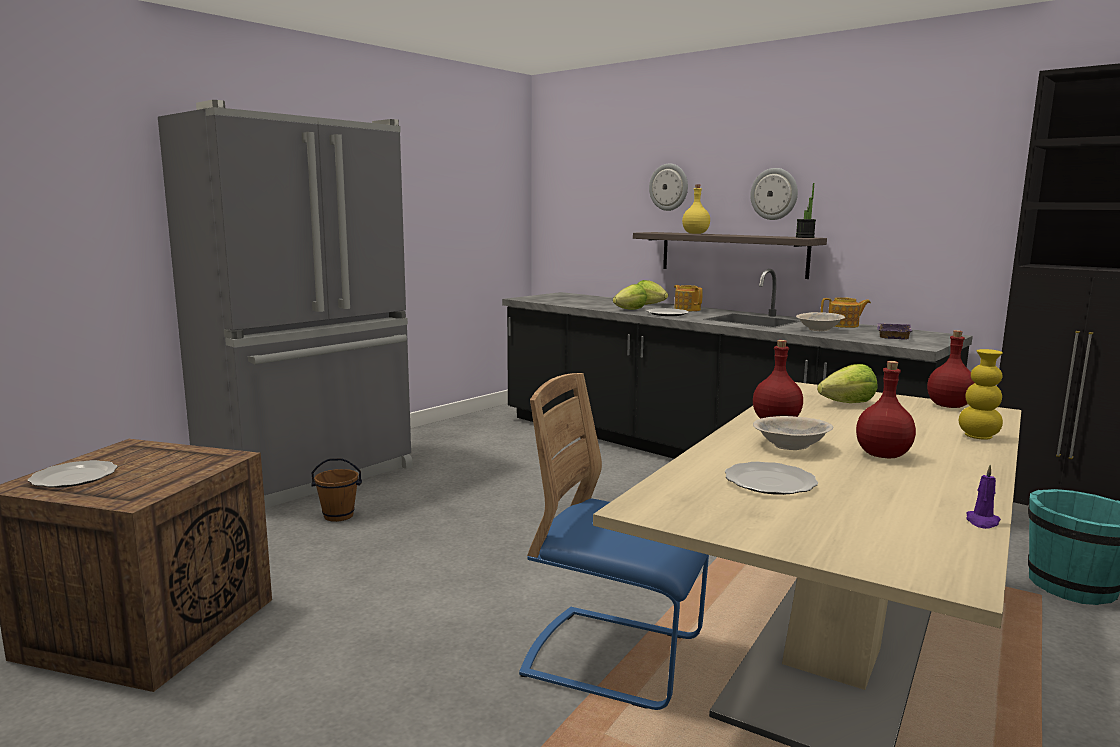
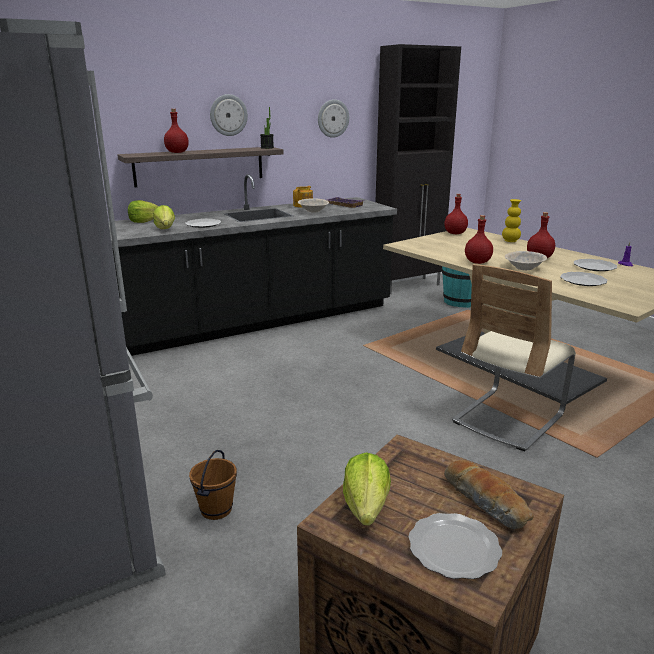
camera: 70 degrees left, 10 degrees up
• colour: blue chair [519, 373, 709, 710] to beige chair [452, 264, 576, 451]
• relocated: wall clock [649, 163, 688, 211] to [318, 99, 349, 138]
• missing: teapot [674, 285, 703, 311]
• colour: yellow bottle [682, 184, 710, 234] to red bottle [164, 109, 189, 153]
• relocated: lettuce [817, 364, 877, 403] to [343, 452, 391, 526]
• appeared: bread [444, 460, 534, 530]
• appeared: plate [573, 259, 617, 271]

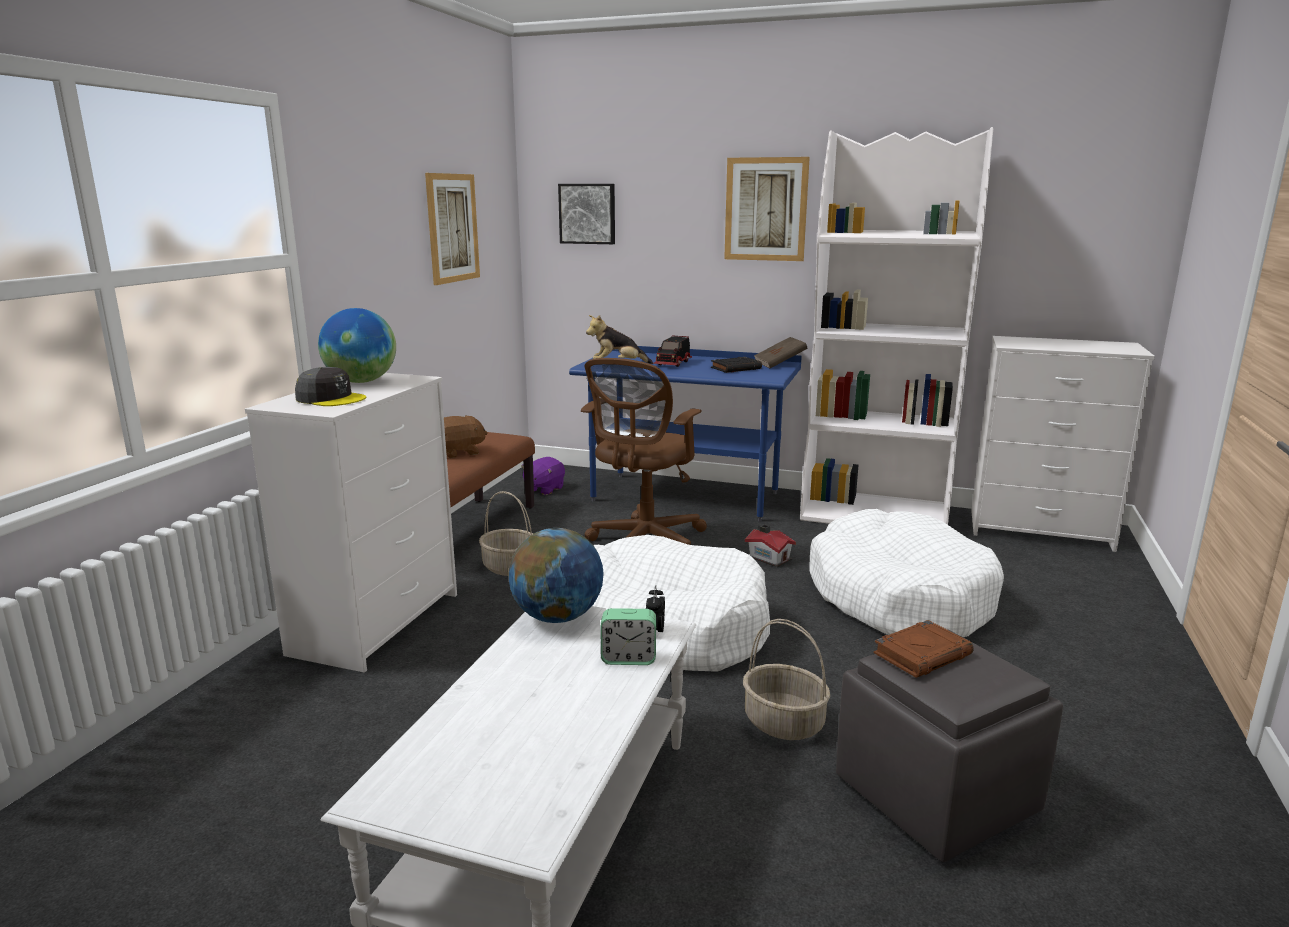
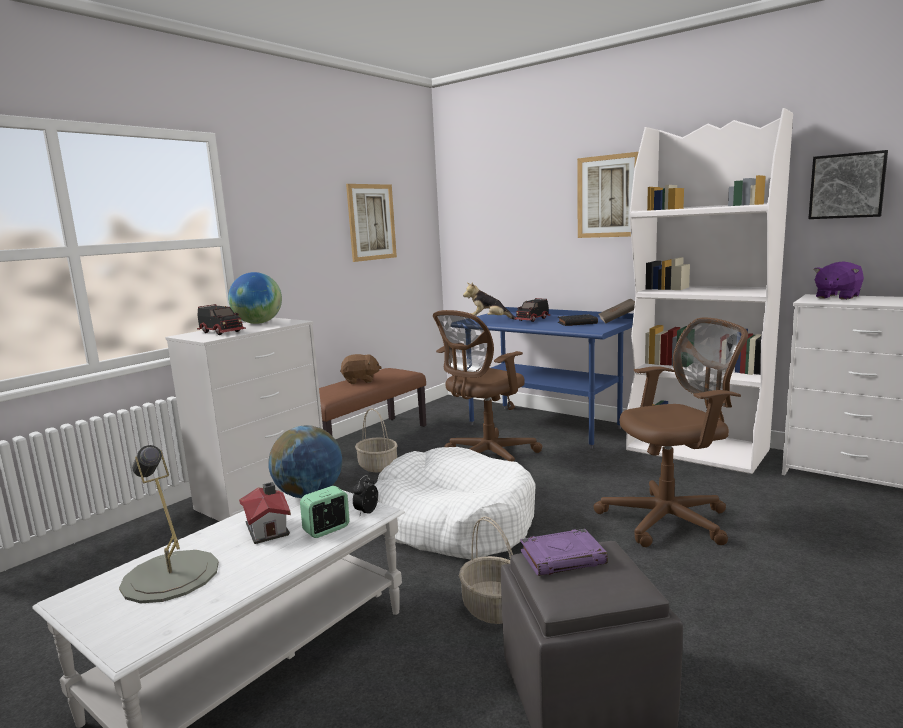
camera: 20 degrees right, 5 degrees down
• exchanged: grey cap [295, 367, 367, 406] to toy truck [197, 304, 246, 335]
• relocated: purple plush toy [521, 457, 565, 495] to [813, 261, 864, 300]
• relocated: picture [558, 184, 615, 244] to [808, 150, 888, 219]
• spun: alarm clock [600, 608, 656, 665] = [300, 486, 350, 538] 120 degrees clockwise
• relocated: toy house [745, 524, 796, 567] to [239, 482, 291, 544]
• exchanged: white dog bed [810, 509, 1004, 637] to brown office chair [594, 317, 748, 547]
• colour: brown book [874, 620, 973, 678] to purple book [520, 529, 608, 576]
• appeared: grey table lamp [119, 445, 219, 603]

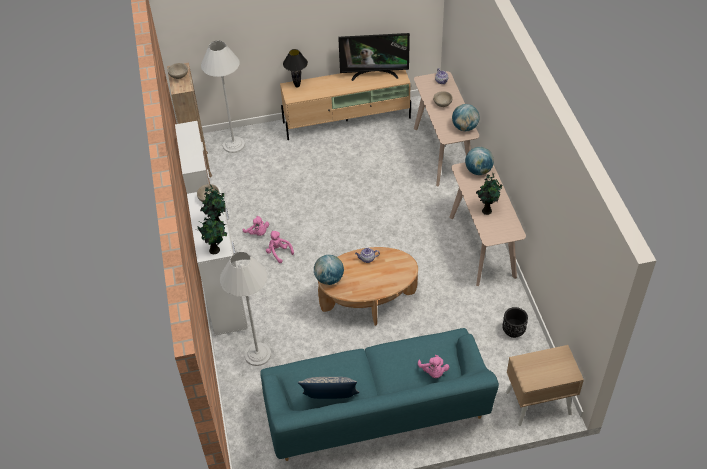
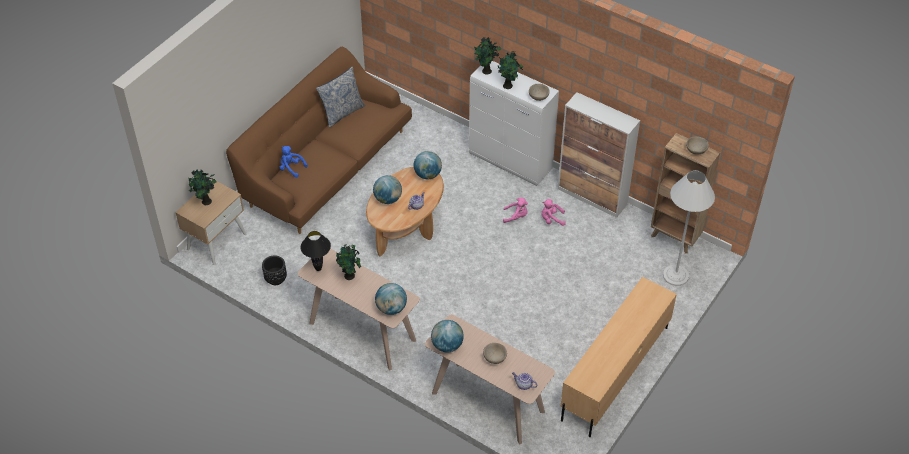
camera: 135 degrees right, 0 degrees up
• missing: white floor lamp [220, 252, 271, 366]
• colour: turquoise sofa [260, 328, 499, 461] to brown sofa [226, 47, 412, 234]
• relocated: black table lamp [283, 49, 308, 87] to [301, 231, 331, 271]
• missing: television [338, 33, 410, 81]
• colour: pink plush toy [418, 355, 449, 378] to blue plush toy [279, 146, 307, 178]
• appeared: potted plant [189, 169, 216, 205]
• appeared: globe [373, 175, 402, 204]

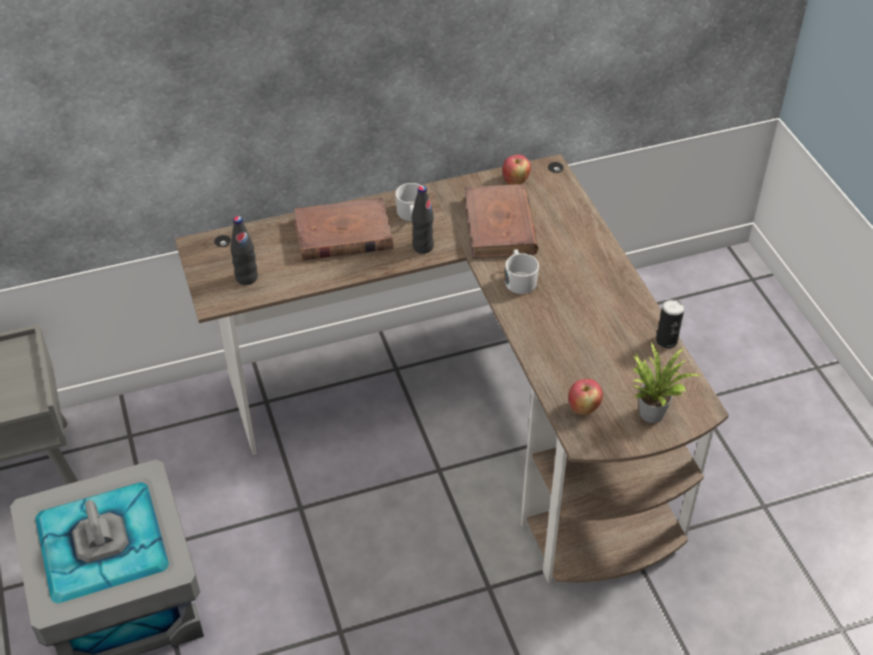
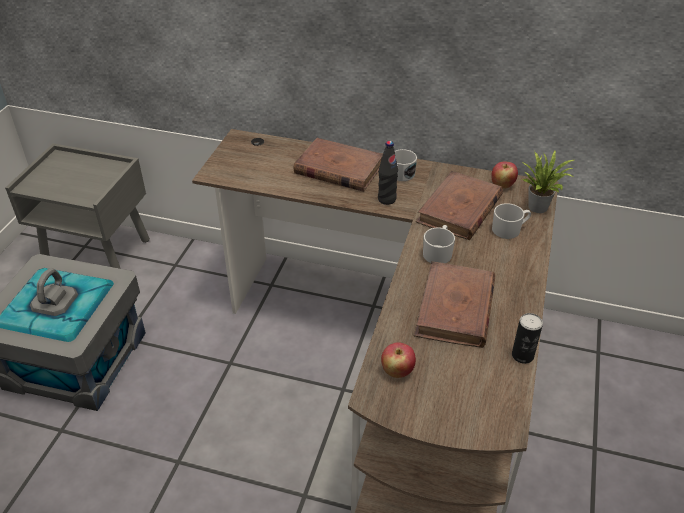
camera: 35 degrees right, 5 degrees down
• missing: black bottle [231, 216, 258, 285]
• relocated: potted plant [632, 343, 701, 423] to [521, 150, 574, 213]
• appeared: brown book [414, 261, 495, 348]
• appeared: white mug [492, 203, 531, 239]

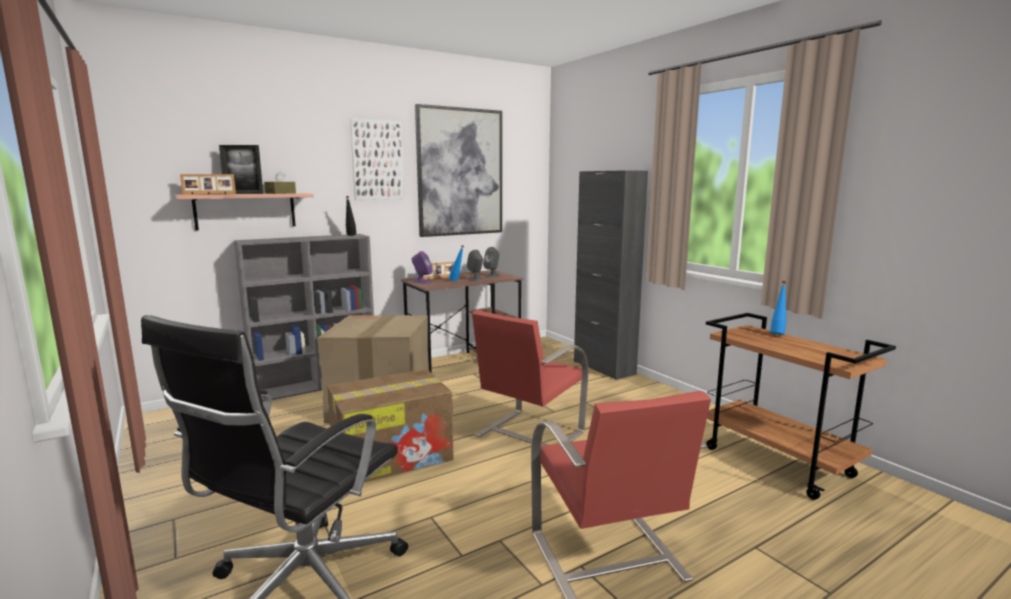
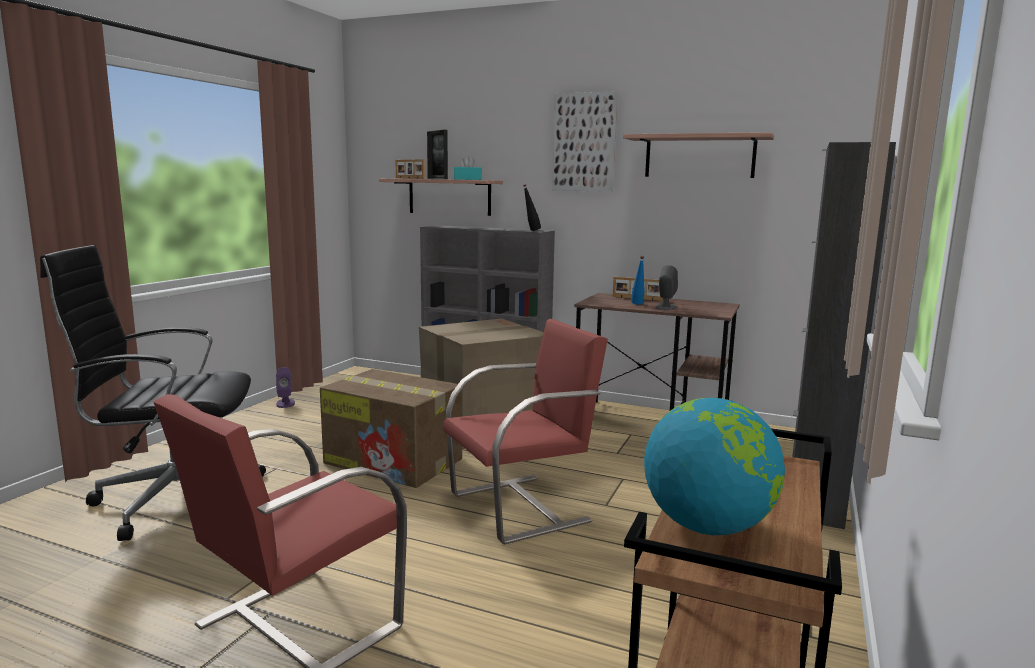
camera: 55 degrees right, 0 degrees up
• colour: brown tissue box [264, 170, 296, 194] to turquoise tissue box [453, 155, 482, 180]
• relocated: purple speaker [411, 251, 433, 283] to [276, 367, 295, 408]
• exchanged: picture [415, 104, 502, 237] to shelf [623, 132, 774, 178]
• spun: red chair [472, 310, 589, 446] = [443, 319, 608, 545] 150 degrees clockwise
• missing: grey speaker [483, 247, 500, 277]
• missing: blue bottle [770, 281, 786, 335]
• appeared: globe [644, 398, 785, 535]

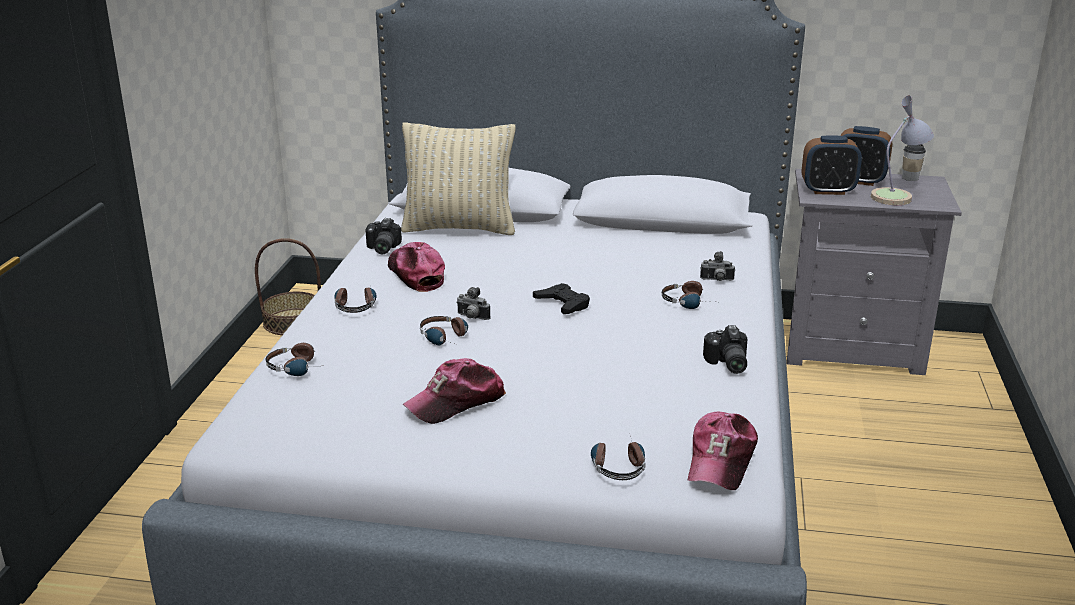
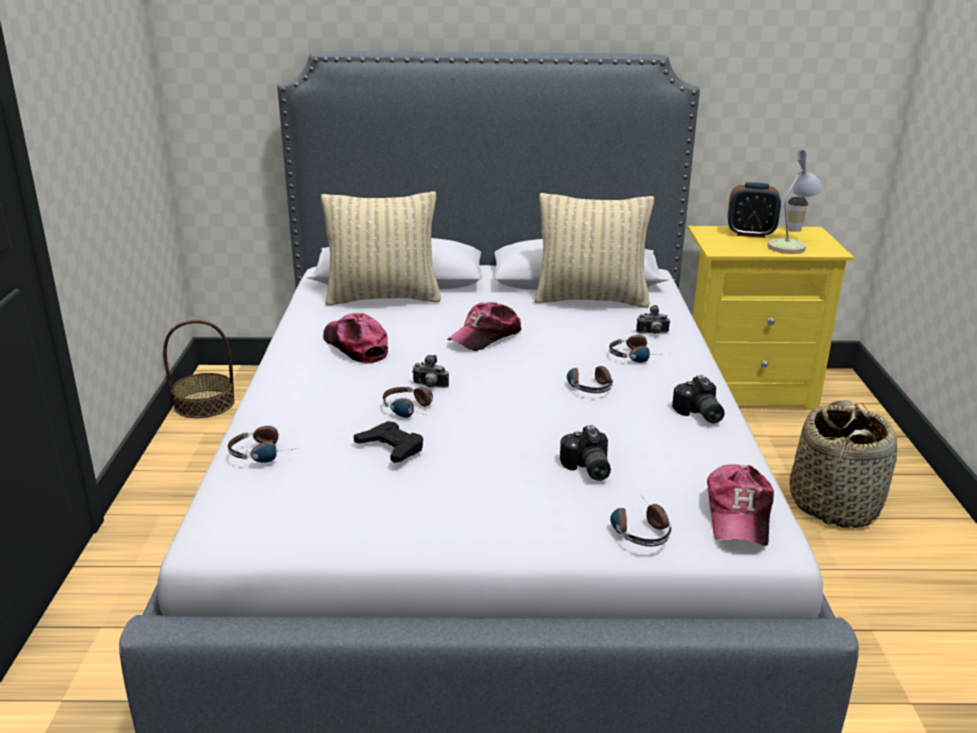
camera: 10 degrees left, 0 degrees up
• relocated: headphones [334, 287, 376, 313] to [567, 364, 613, 393]
• relocated: photo camera [365, 218, 402, 254] to [560, 425, 611, 481]
• relocated: cap [402, 358, 506, 424] to [448, 302, 522, 351]
• relocated: black game controller [533, 283, 590, 314] to [354, 421, 423, 463]
• colour: grey nightstand [786, 169, 962, 375] to yellow nightstand [688, 226, 854, 410]
• missing: alarm clock [802, 135, 862, 195]
• appeared: beige pillow [534, 193, 654, 308]
• appeared: basket [790, 400, 897, 528]

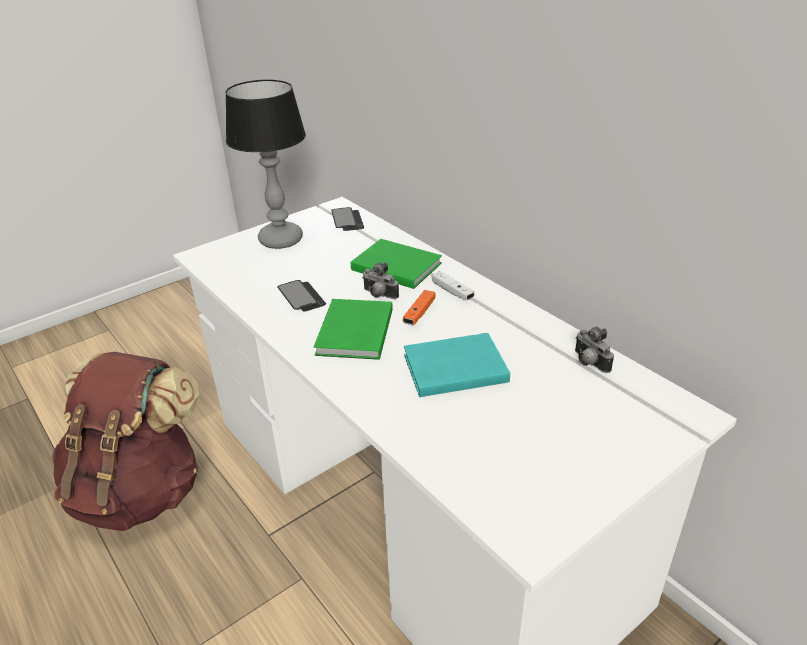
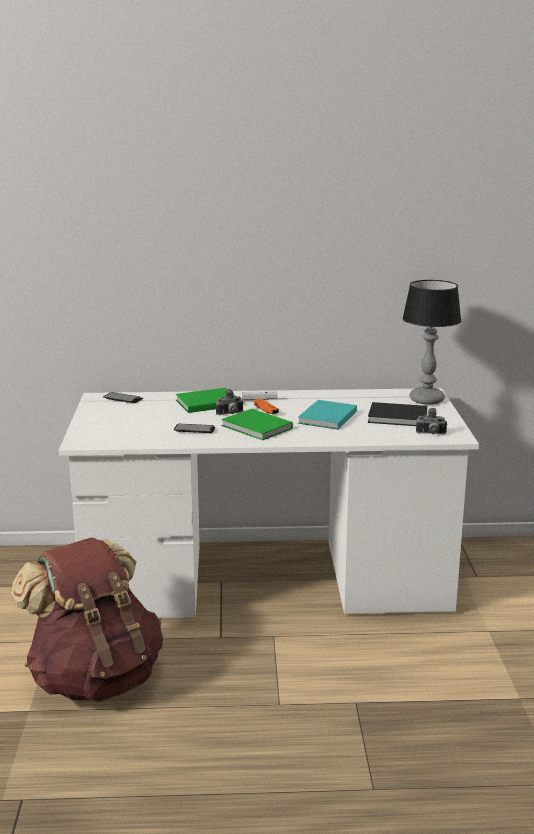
camera: 55 degrees left, 15 degrees down
• relocated: table lamp [225, 80, 306, 249] to [402, 280, 461, 405]
• relocated: photo camera [575, 327, 614, 373] to [416, 408, 447, 435]
• appeared: black book [368, 402, 427, 426]

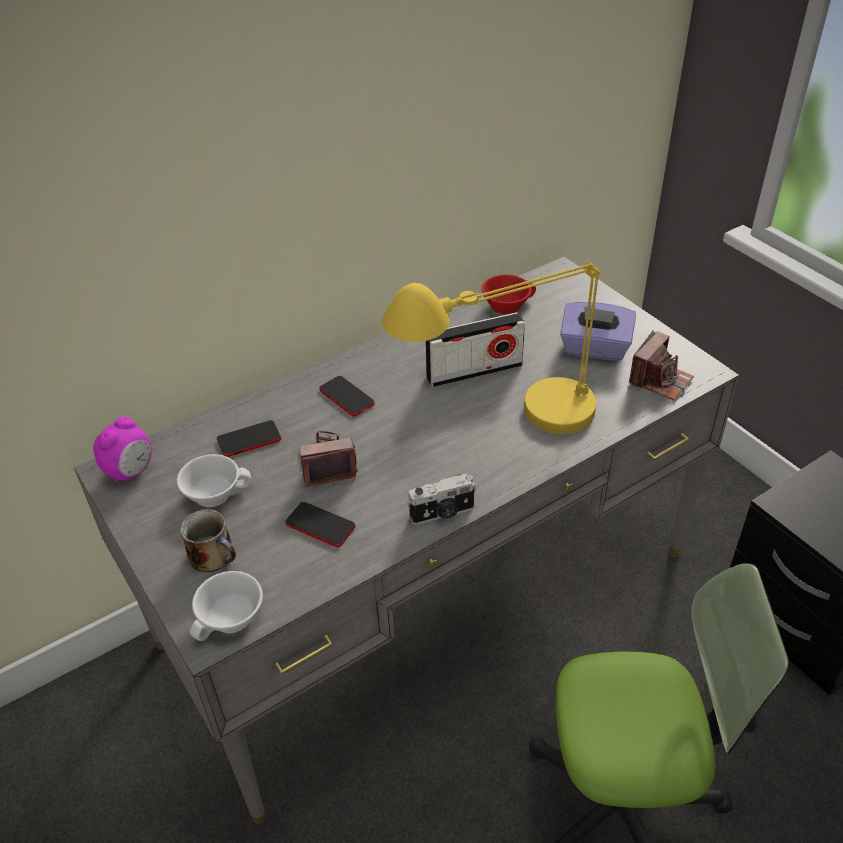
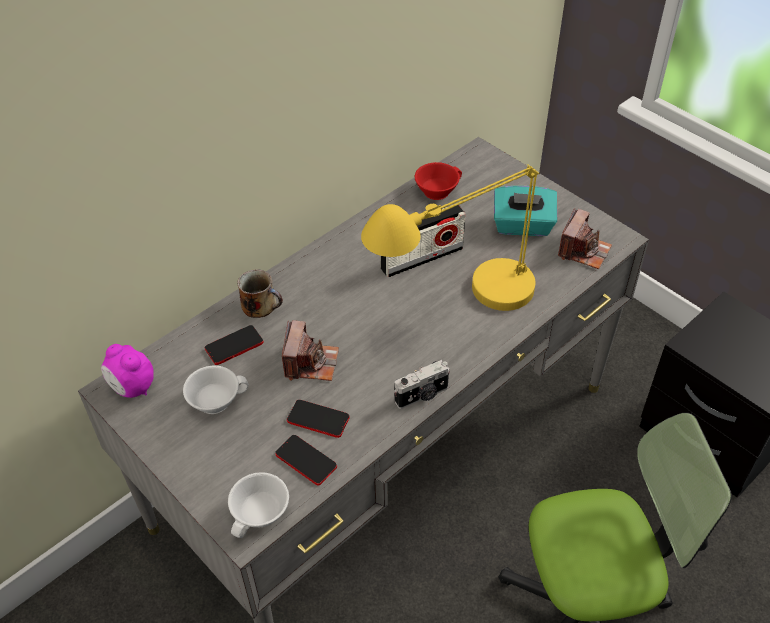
camera: 10 degrees left, 5 degrees up
• spun: alarm clock [93, 417, 152, 483] = [101, 344, 154, 398] 105 degrees clockwise
• relocated: mug [180, 509, 236, 572] to [238, 270, 283, 318]
• spun: photo camera [299, 431, 358, 488] = [282, 320, 339, 381] 120 degrees clockwise
• relocated: phone [319, 376, 375, 417] to [275, 435, 337, 485]
• colour: purple tissue box [560, 302, 636, 361] to turquoise tissue box [494, 186, 557, 236]

